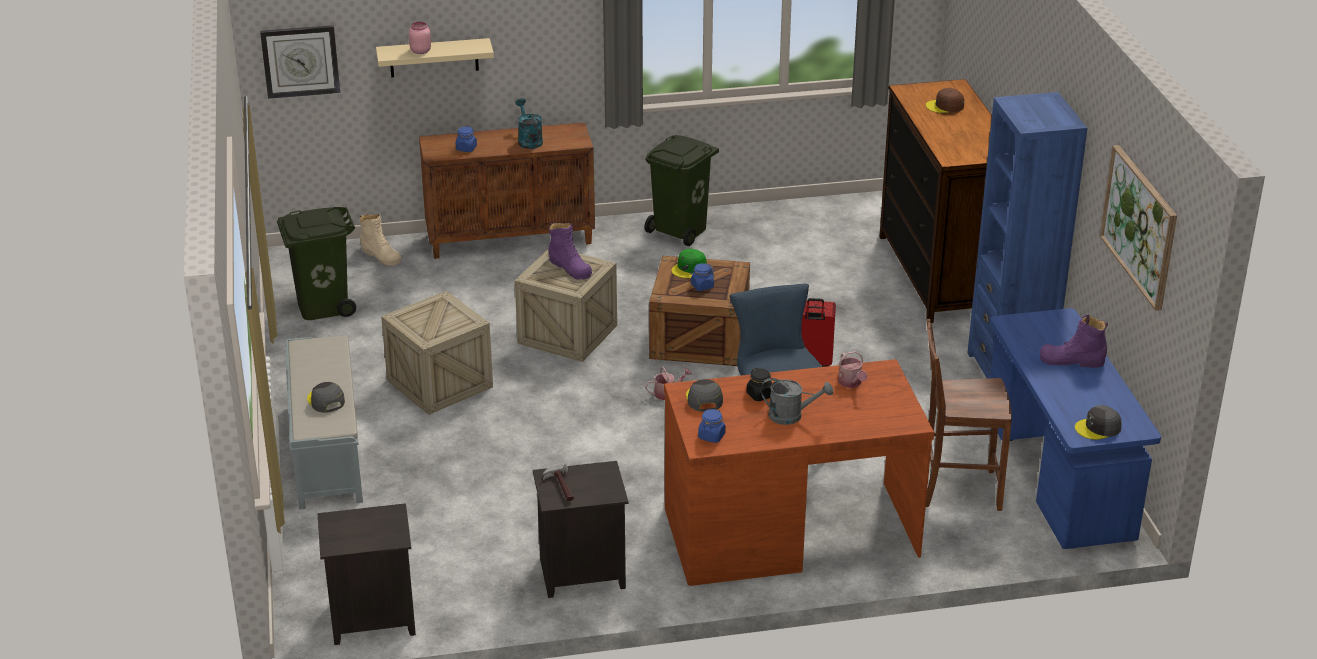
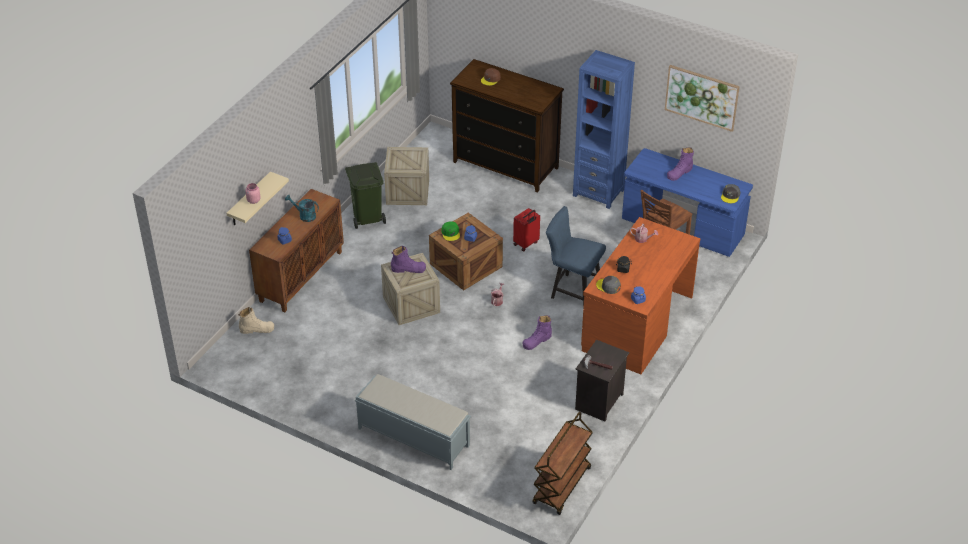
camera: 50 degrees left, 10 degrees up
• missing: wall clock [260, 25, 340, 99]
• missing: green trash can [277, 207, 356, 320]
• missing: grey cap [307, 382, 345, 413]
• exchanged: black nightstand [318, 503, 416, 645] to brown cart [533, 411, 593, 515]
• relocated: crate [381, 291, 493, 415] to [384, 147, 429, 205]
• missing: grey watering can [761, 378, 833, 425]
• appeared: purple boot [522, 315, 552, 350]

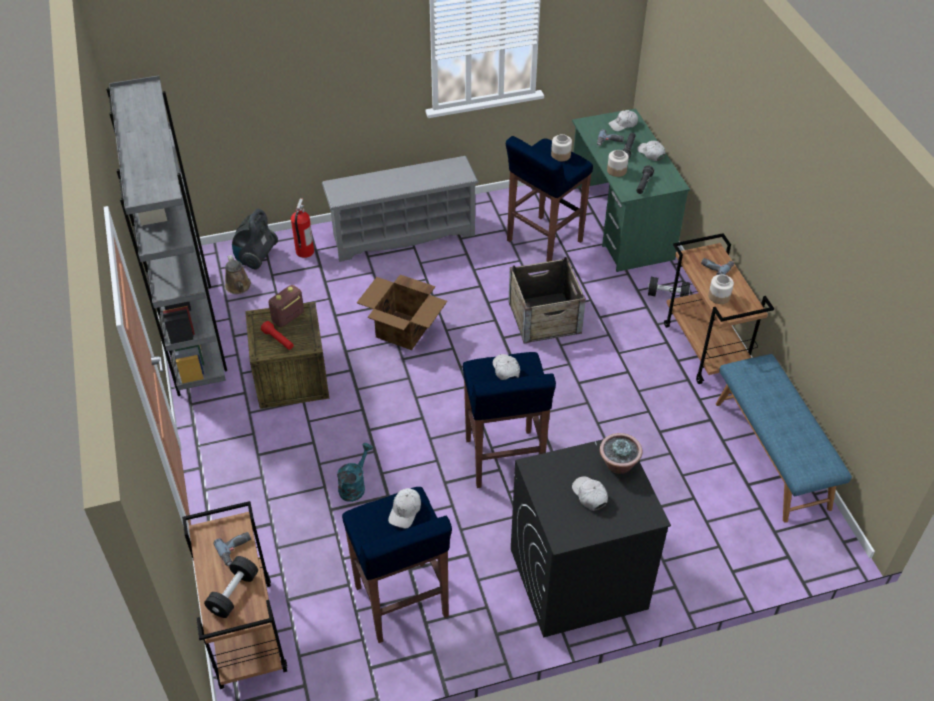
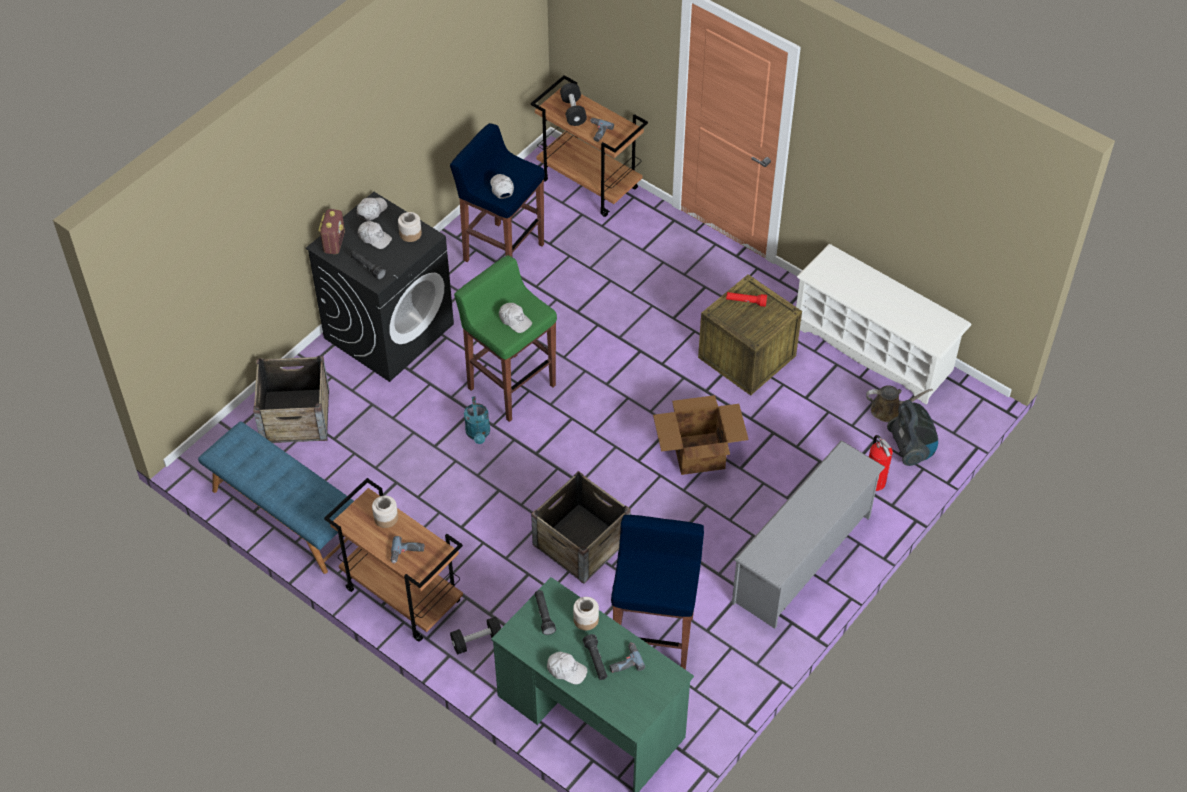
camera: 145 degrees right, 5 degrees up
• exchanged: grey bookcase [106, 75, 227, 396] to white shoe rack [796, 244, 972, 405]
• spun: brown watering can [225, 255, 251, 294] = [866, 385, 933, 422] 150 degrees clockwise
• relocated: radio [269, 285, 304, 327] to [319, 209, 345, 254]
• relocated: turquoise watering can [337, 443, 373, 502] to [464, 396, 490, 444]
• colour: blue stool [463, 352, 556, 488] to green stool [454, 255, 557, 422]
• relocated: jar [551, 134, 572, 161] to [398, 212, 422, 242]
• exchanged: potted plant [600, 433, 642, 474] to black flashlight [351, 251, 386, 280]
• relocated: white cap [608, 110, 638, 131] to [357, 198, 388, 221]
• appeared: crate [253, 356, 329, 443]

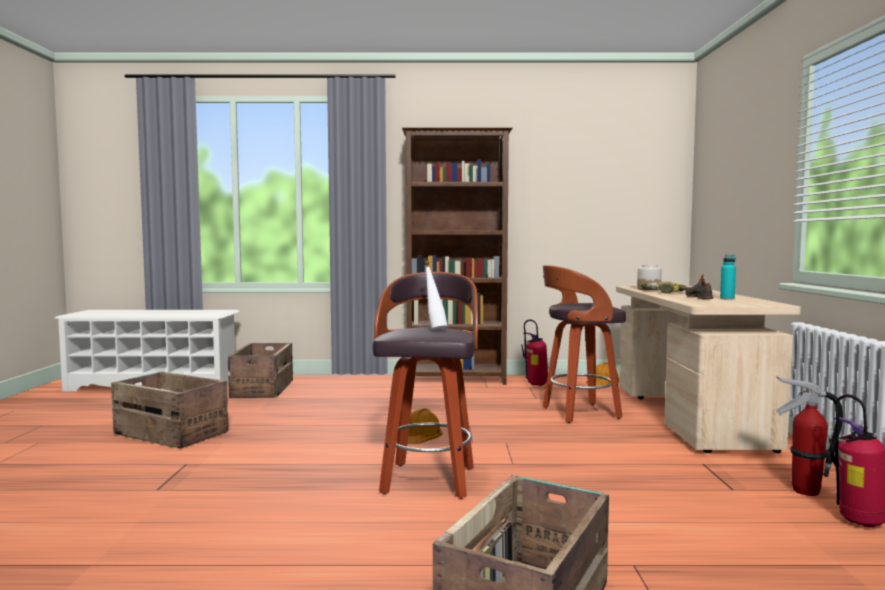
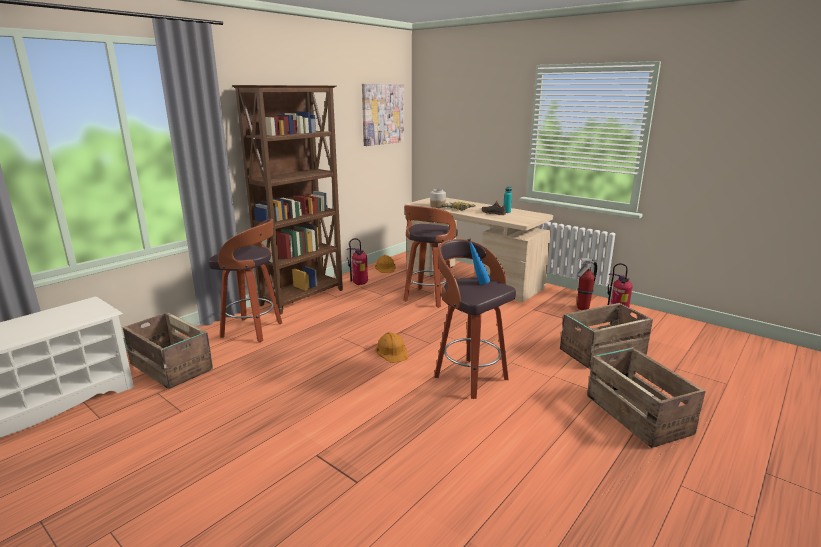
camera: 50 degrees left, 15 degrees up
• relocated: crate [111, 372, 229, 448] to [560, 303, 653, 369]
• colour: white bottle [425, 262, 448, 330] to blue bottle [468, 238, 490, 285]
• appeared: stool [208, 219, 282, 342]
• appeared: picture [362, 84, 404, 146]

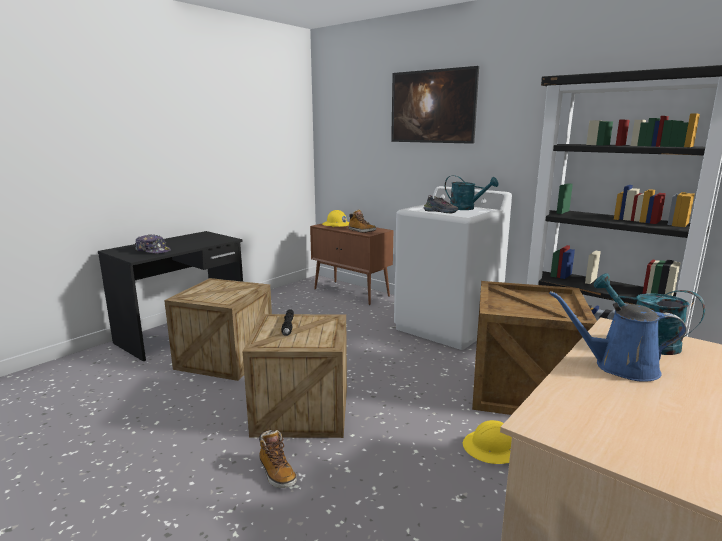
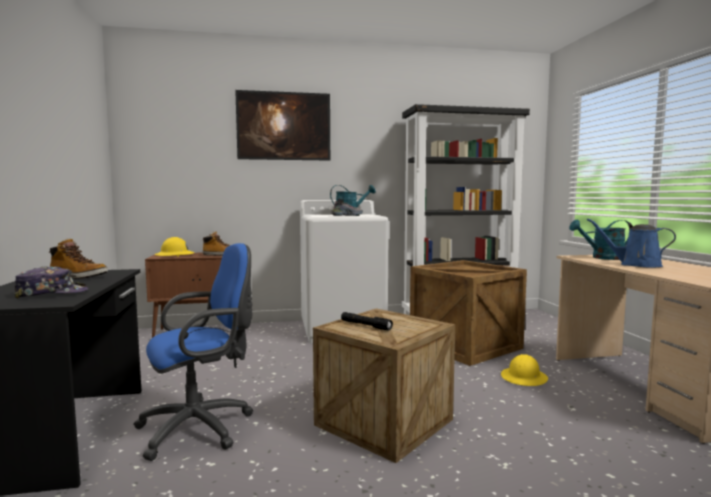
camera: 50 degrees left, 10 degrees down
• exchanged: crate [164, 278, 272, 381] to blue office chair [133, 243, 253, 461]
• relocated: boot [259, 430, 297, 488] to [49, 238, 108, 279]
• spun: blue watering can [549, 291, 687, 382] = [587, 218, 676, 268] 60 degrees clockwise

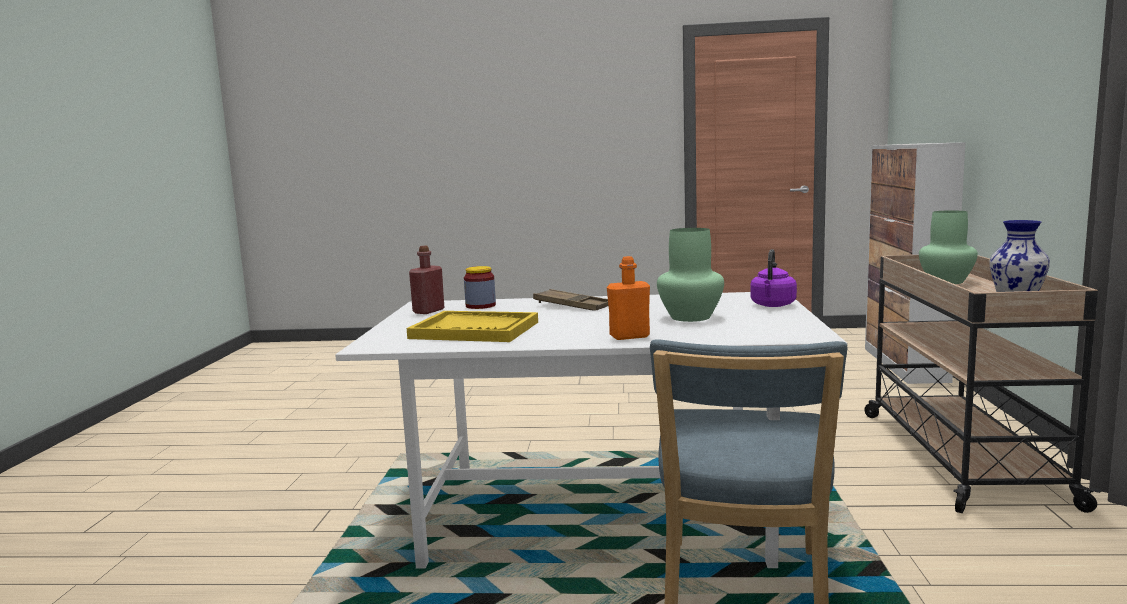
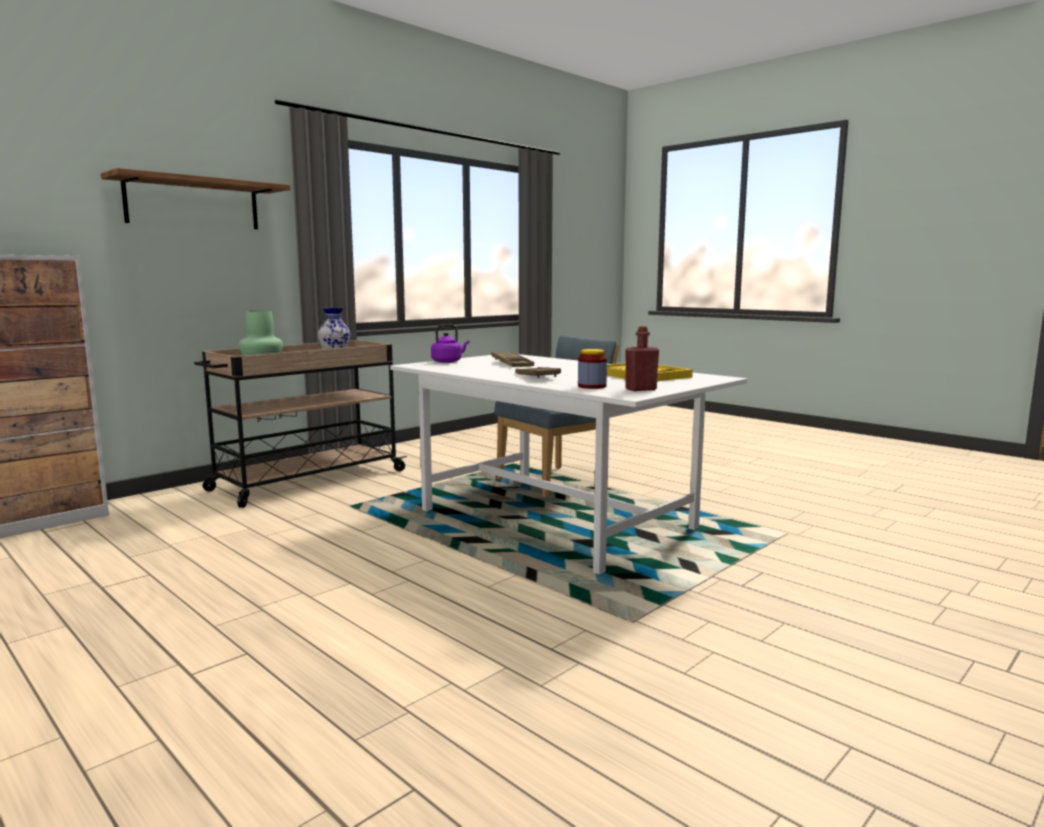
camera: 140 degrees left, 0 degrees up
• missing: orange bottle [607, 256, 650, 340]
• exchanged: green vase [657, 228, 724, 322] to brown tray [491, 352, 534, 367]
• appeared: shelf [101, 168, 290, 229]

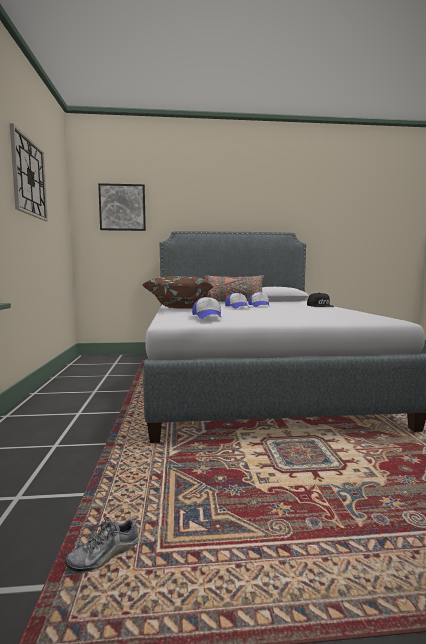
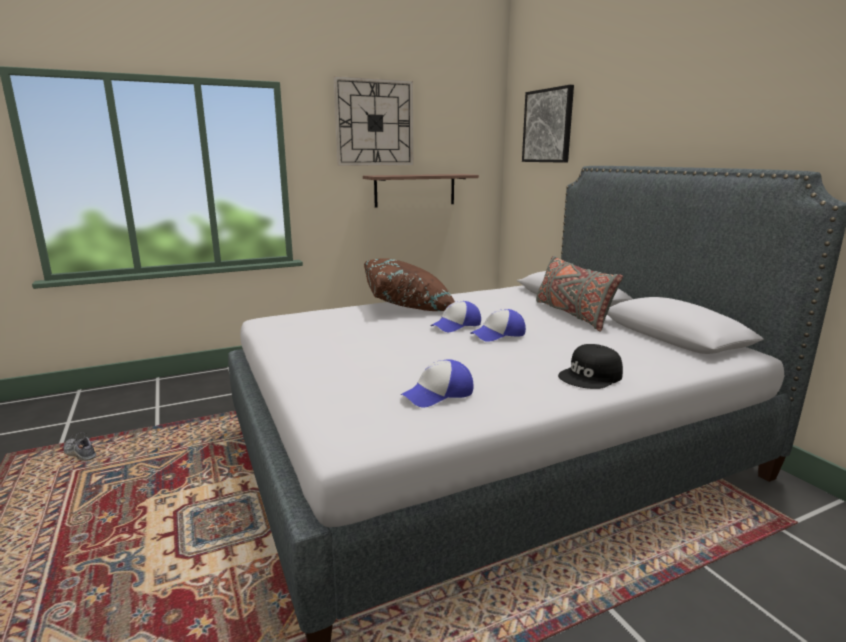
camera: 70 degrees right, 10 degrees up
• relocated: cap [192, 297, 222, 319] to [401, 359, 474, 407]
• appeared: shelf [363, 174, 479, 208]

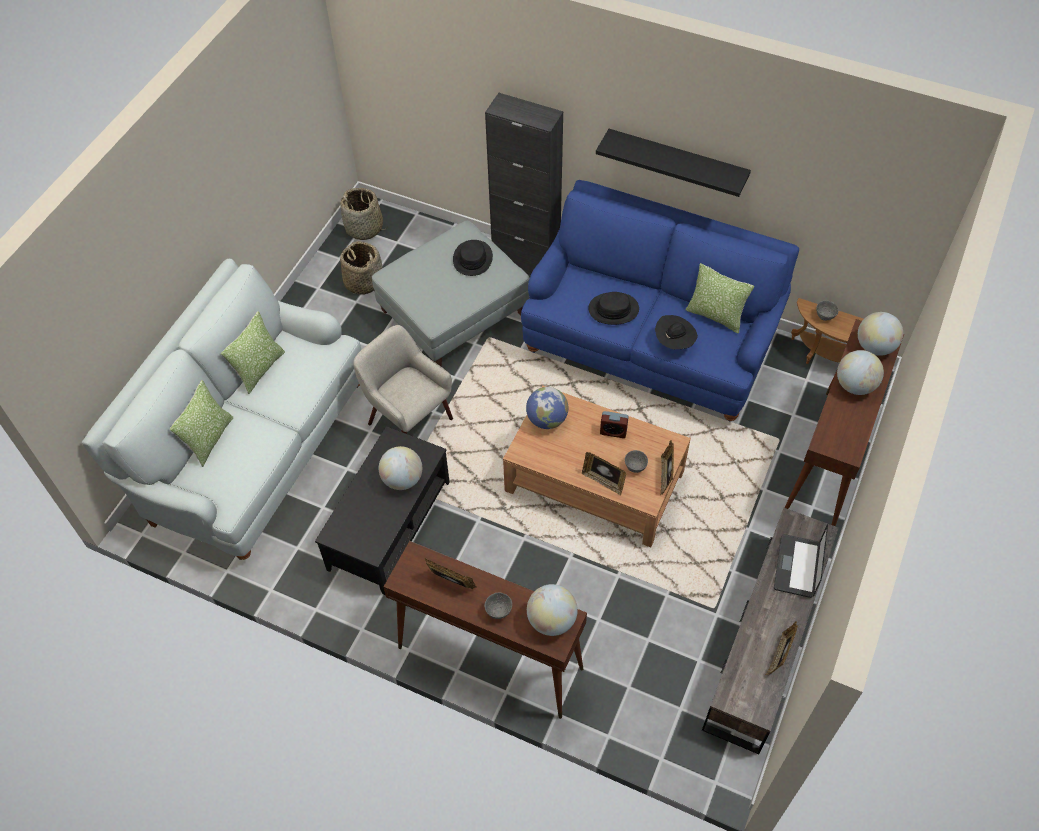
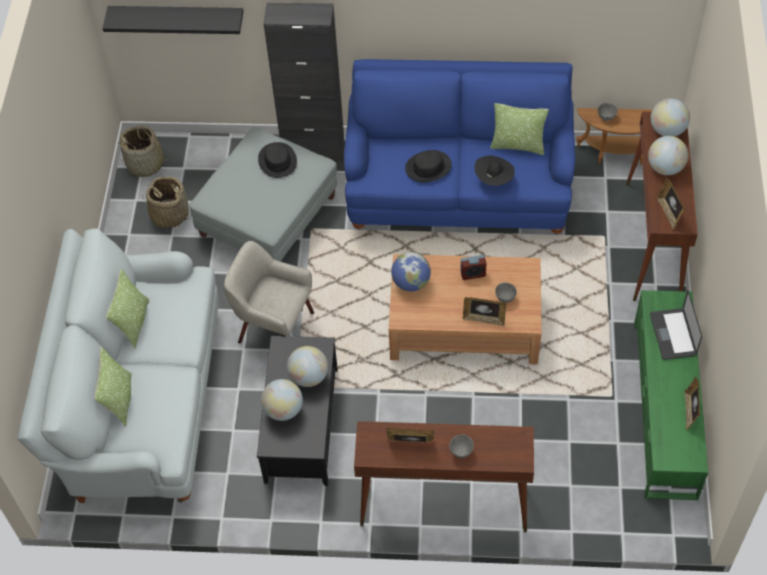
camera: 20 degrees left, 0 degrees up
• relocated: globe [527, 584, 578, 636] to [261, 379, 303, 421]
• relocated: black shelf [596, 129, 751, 197] to [103, 6, 243, 34]
• relocated: picture frame [660, 440, 674, 495] to [657, 178, 685, 230]
• colour: brown tv stand [702, 508, 839, 754] to green tv stand [634, 290, 708, 500]

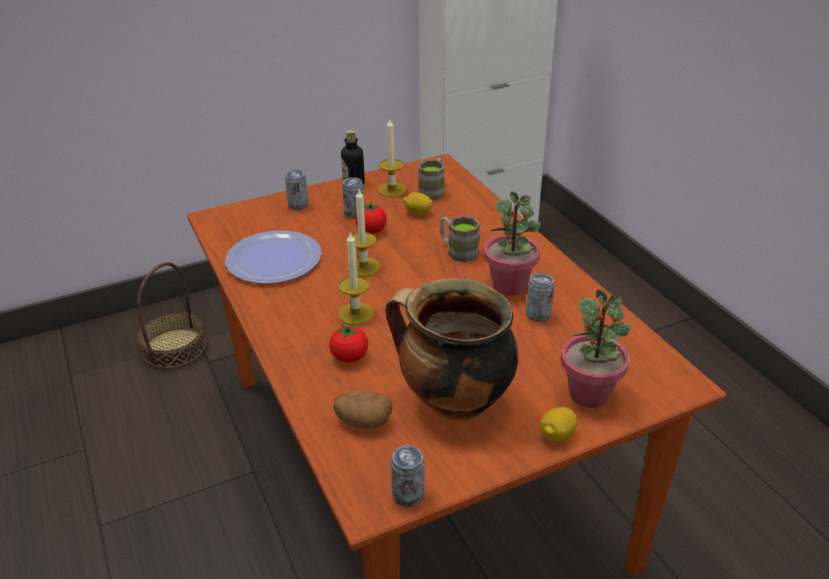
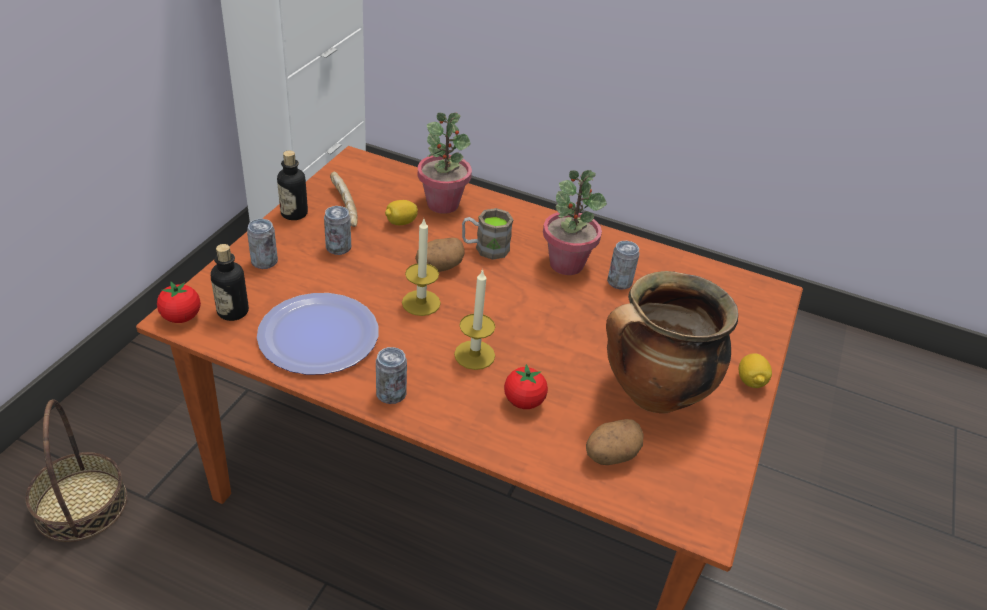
camera: 45 degrees left, 5 degrees up
• relocated: tomato [355, 202, 387, 234] to [157, 282, 201, 323]
• exchanged: candle [378, 119, 406, 197] to bread [330, 171, 358, 227]
• relocated: can [391, 446, 425, 507] to [376, 347, 407, 404]
• missing: brown mug [418, 158, 445, 200]
• relocated: potted plant [561, 290, 631, 408] to [418, 113, 472, 214]
• appeared: bottle [211, 244, 249, 321]
• appeared: potato [415, 238, 465, 272]

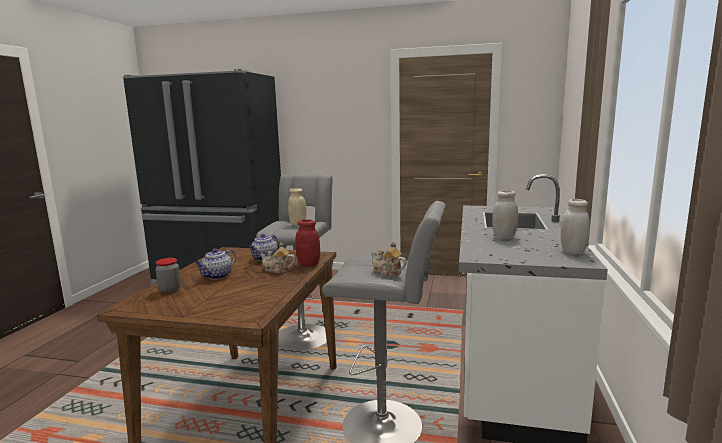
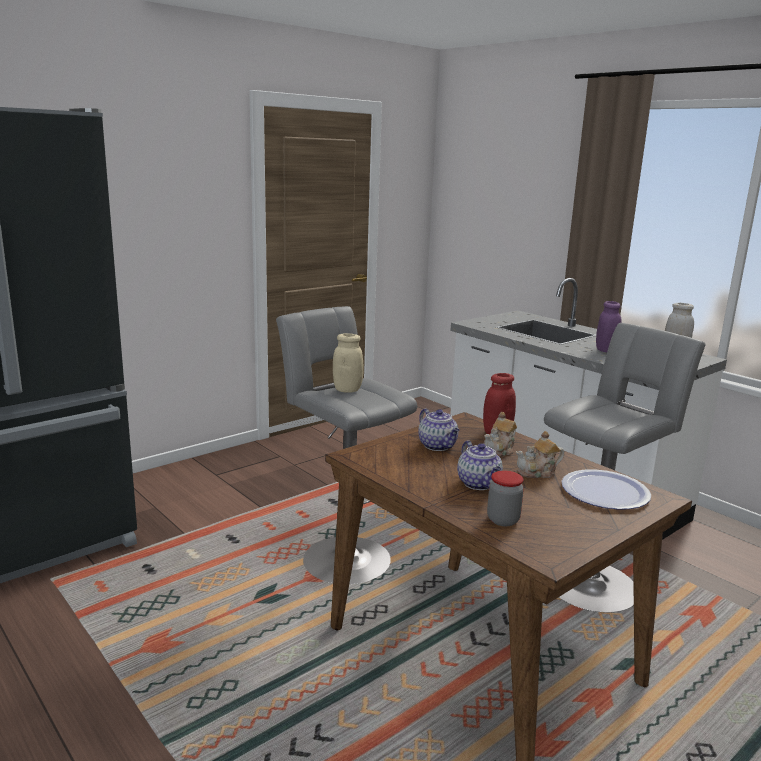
camera: 55 degrees left, 5 degrees up
• relocated: teapot [371, 242, 407, 276] to [516, 431, 564, 478]
• colour: white jar [492, 190, 518, 239] to purple jar [596, 301, 622, 352]
• appeared: plate [561, 469, 651, 510]

